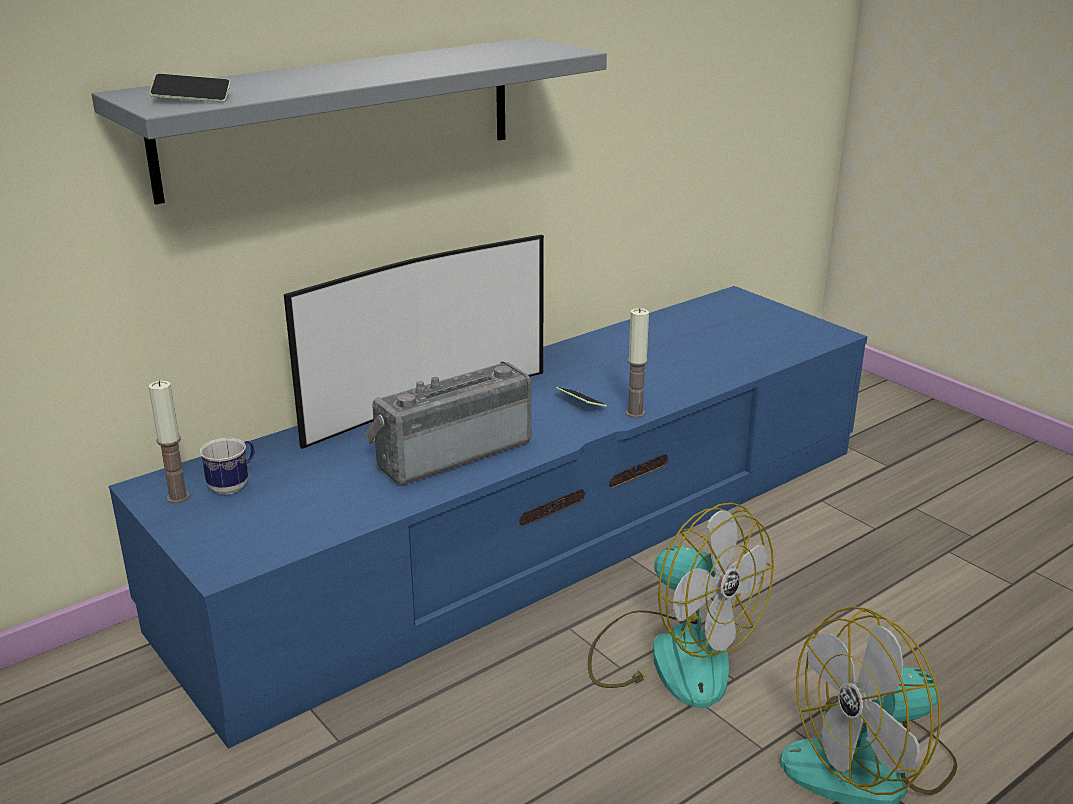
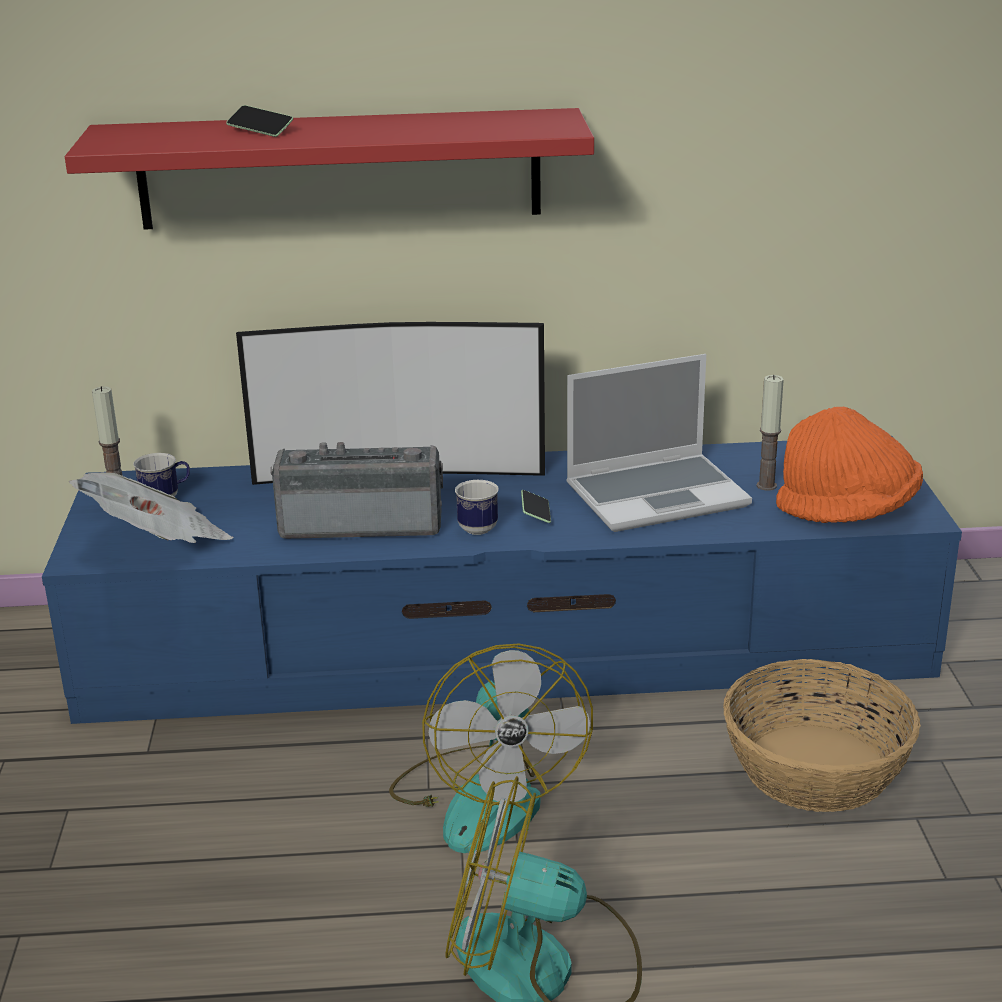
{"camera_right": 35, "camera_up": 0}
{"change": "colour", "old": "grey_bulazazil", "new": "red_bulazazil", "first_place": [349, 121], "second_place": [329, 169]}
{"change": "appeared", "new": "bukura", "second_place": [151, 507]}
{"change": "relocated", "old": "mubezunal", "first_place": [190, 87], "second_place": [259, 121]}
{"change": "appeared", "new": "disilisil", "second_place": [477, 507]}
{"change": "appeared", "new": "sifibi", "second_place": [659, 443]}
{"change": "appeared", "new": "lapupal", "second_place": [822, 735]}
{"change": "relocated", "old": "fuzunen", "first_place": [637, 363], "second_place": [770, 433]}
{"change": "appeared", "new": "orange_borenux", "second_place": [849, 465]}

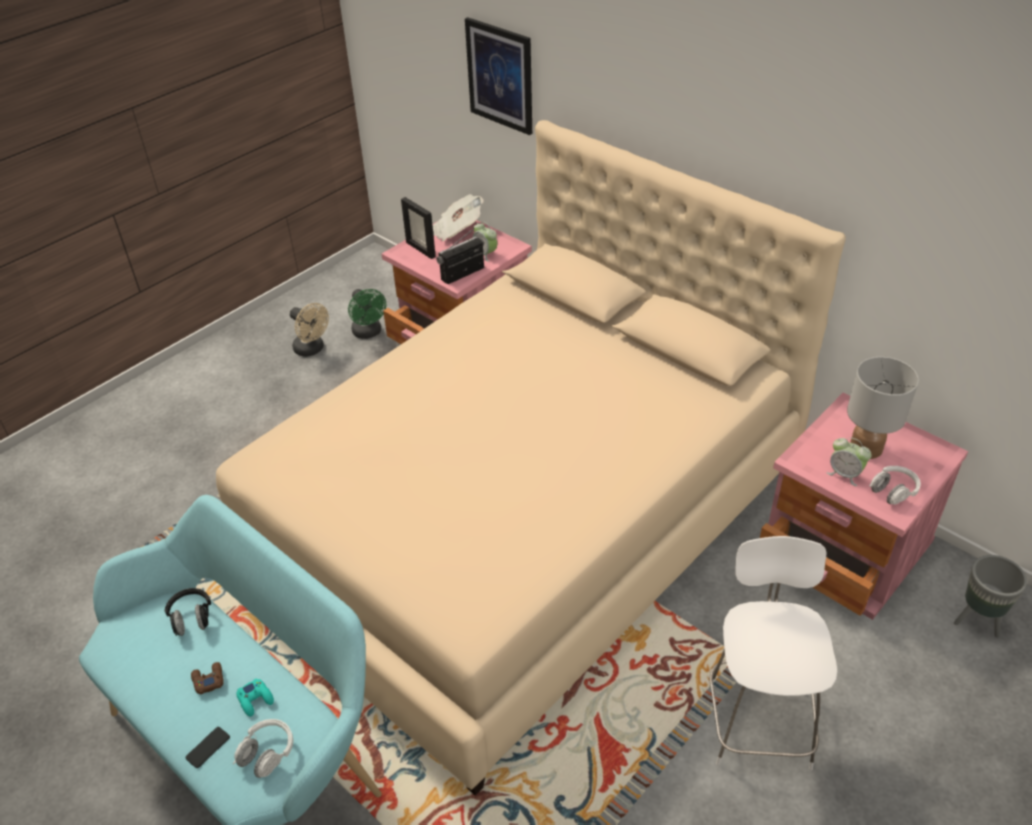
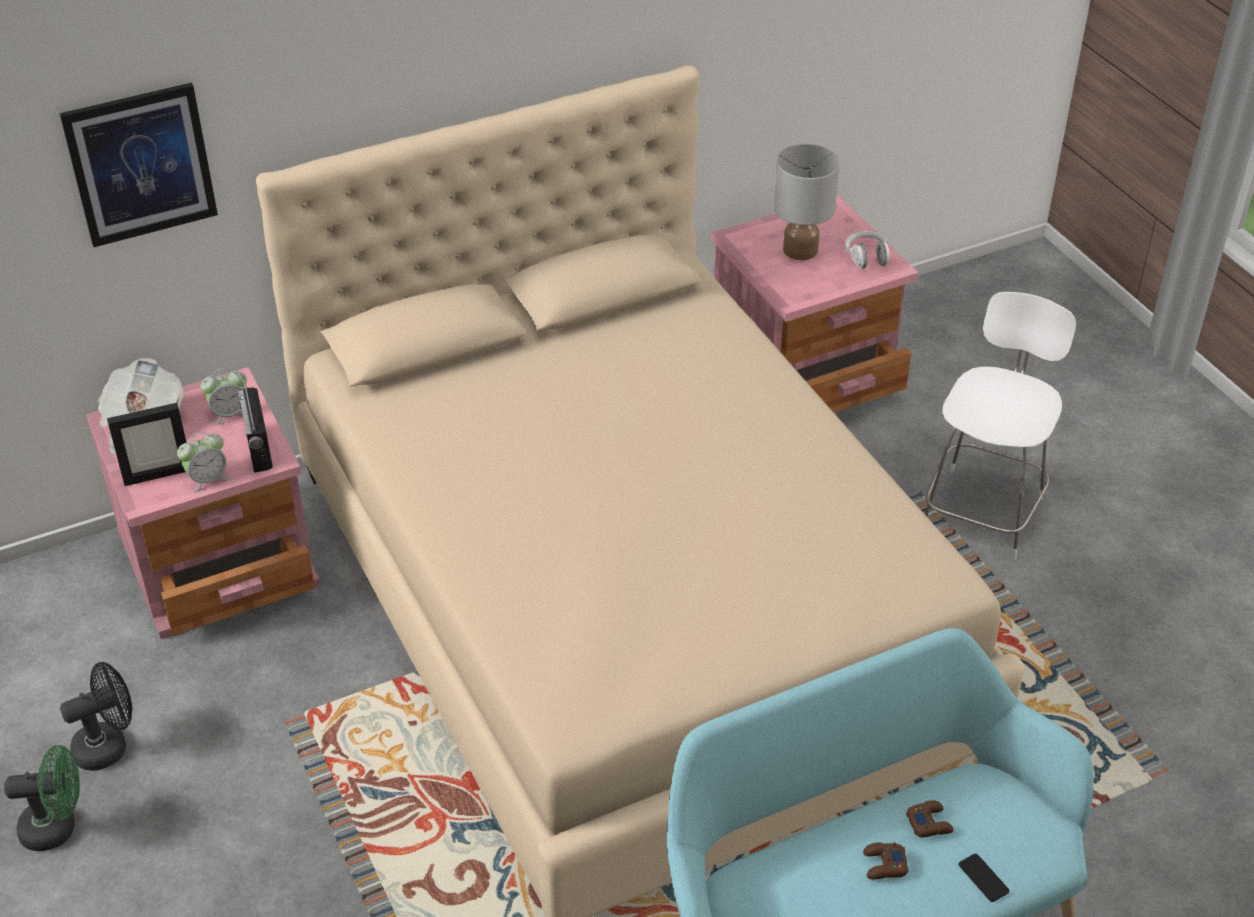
{"camera_right": -70, "camera_up": 0}
{"change": "relocated", "old": "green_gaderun", "first_place": [367, 314], "second_place": [42, 798]}
{"change": "colour", "old": "beige_gaderun", "new": "black_gaderun", "first_place": [309, 330], "second_place": [96, 716]}
{"change": "relocated", "old": "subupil", "first_place": [849, 462], "second_place": [203, 462]}
{"change": "colour", "old": "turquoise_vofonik", "new": "brown_vofonik", "first_place": [255, 697], "second_place": [930, 818]}
{"change": "spun", "old": "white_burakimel", "first_place": [774, 653], "second_place": [1000, 426], "degrees": 90}
{"change": "missing", "old": "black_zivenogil", "first_place": [187, 612]}
{"change": "missing", "old": "white_zivenogil", "first_place": [263, 748]}
{"change": "missing", "old": "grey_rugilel", "first_place": [990, 596]}

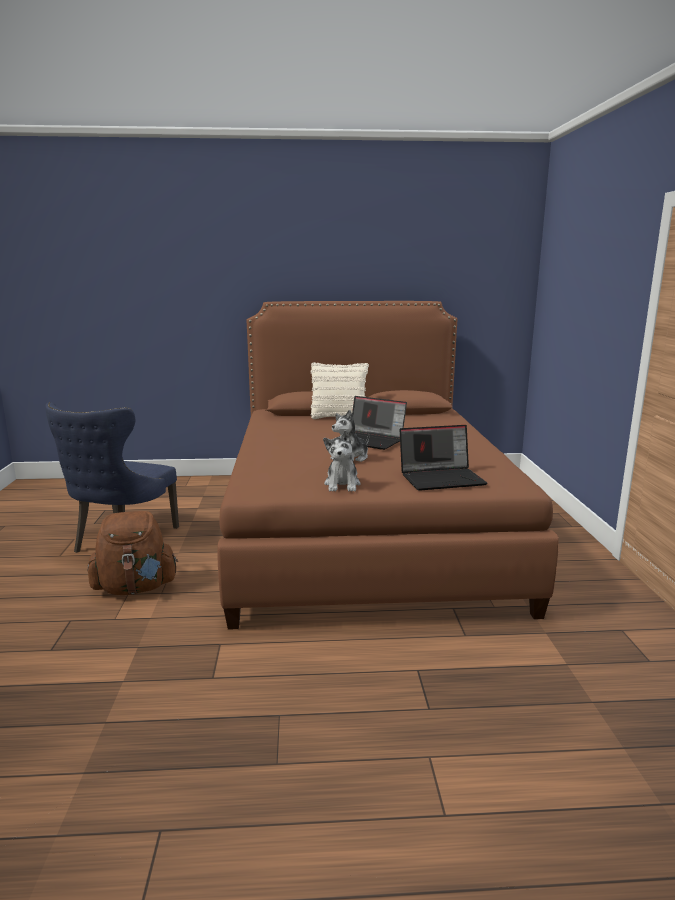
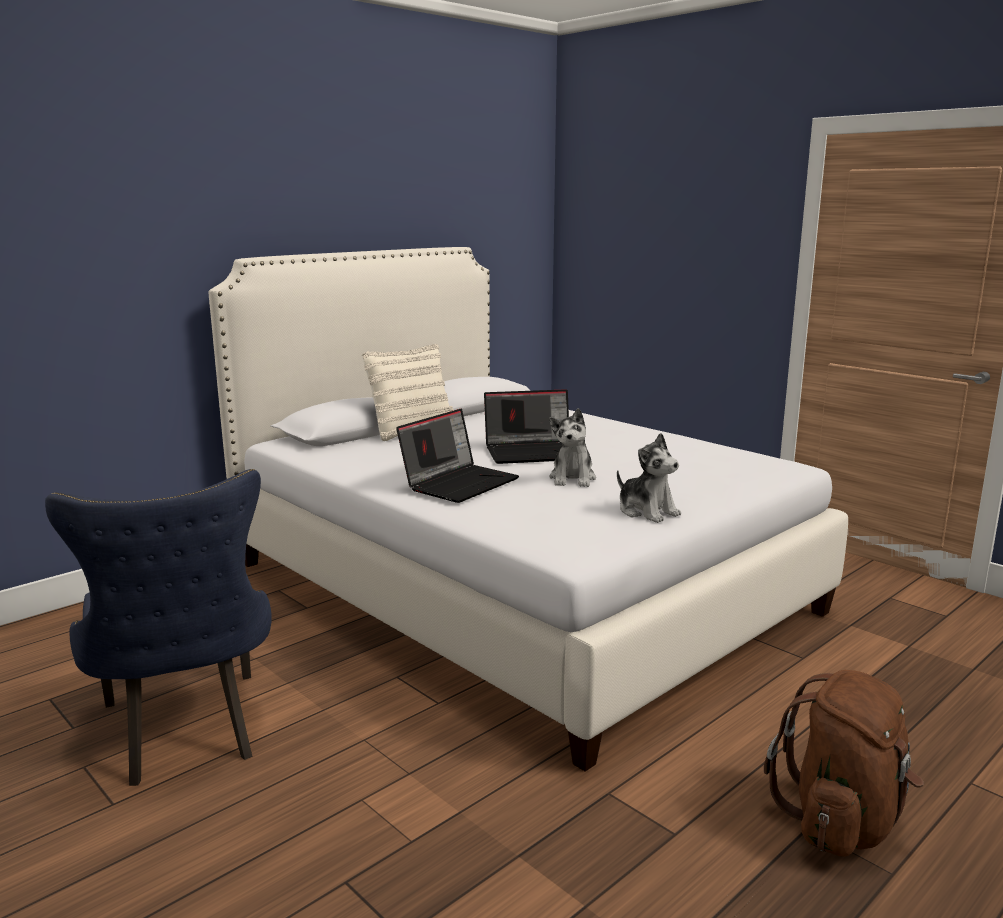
{"camera_right": -40, "camera_up": 0}
{"change": "colour", "old": "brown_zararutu", "new": "white_zararutu", "first_place": [388, 465], "second_place": [528, 509]}
{"change": "relocated", "old": "sifibi", "first_place": [443, 458], "second_place": [457, 456]}
{"change": "relocated", "old": "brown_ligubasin", "first_place": [132, 553], "second_place": [844, 763]}

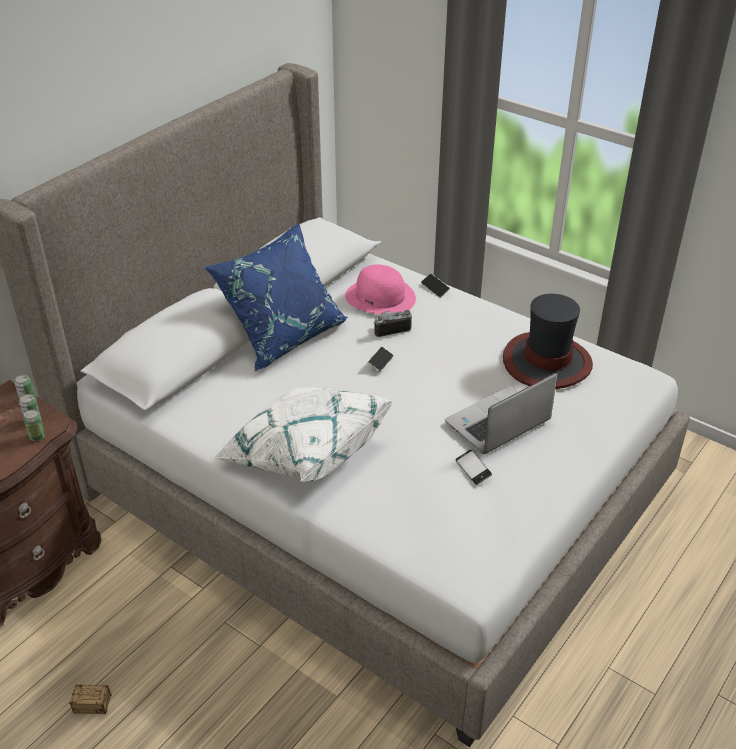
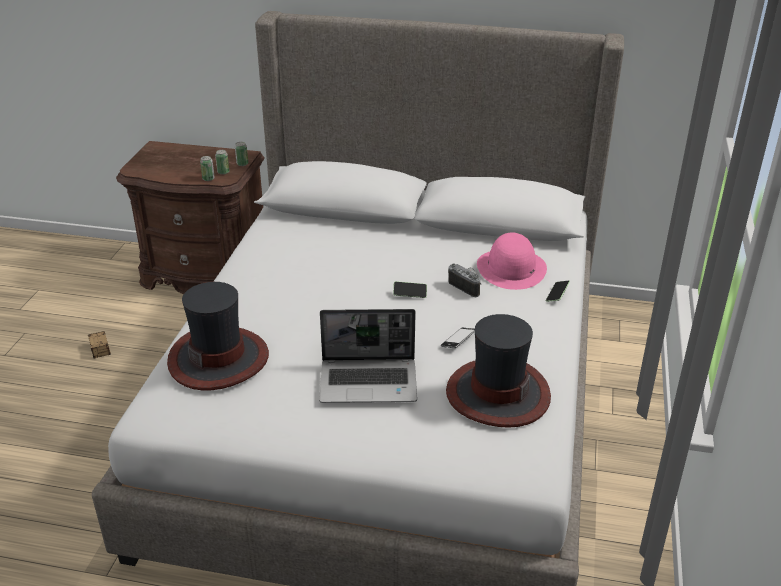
{"camera_right": 65, "camera_up": -5}
{"change": "appeared", "new": "borenux", "second_place": [218, 336]}
{"change": "spun", "old": "sifibi", "first_place": [501, 413], "second_place": [368, 356], "degrees": 150}
{"change": "relocated", "old": "mubezunal", "first_place": [473, 467], "second_place": [458, 338]}
{"change": "missing", "old": "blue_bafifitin", "first_place": [276, 297]}
{"change": "missing", "old": "white_bafifitin", "first_place": [304, 434]}

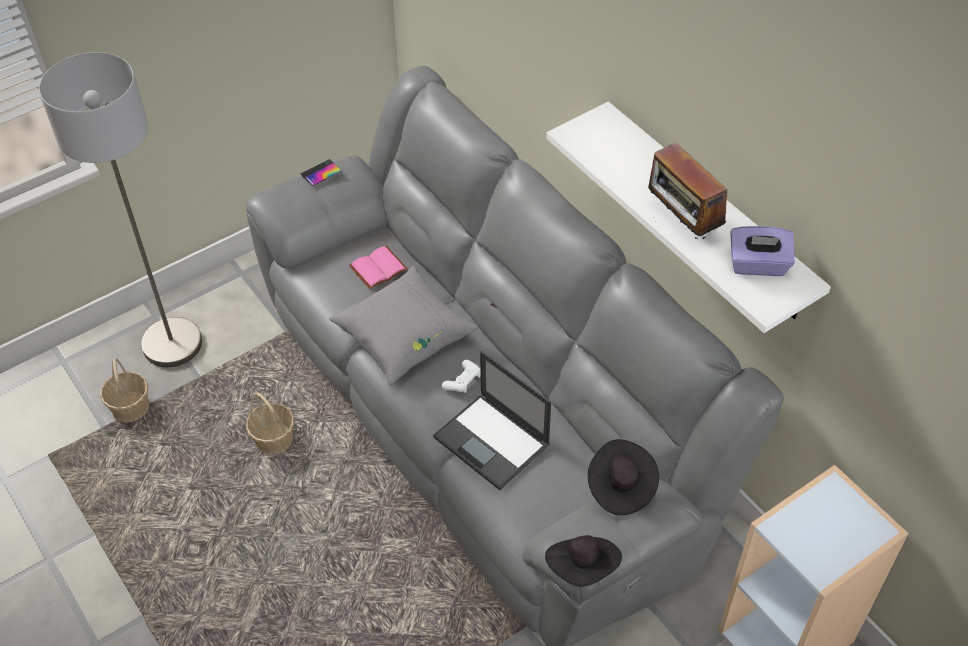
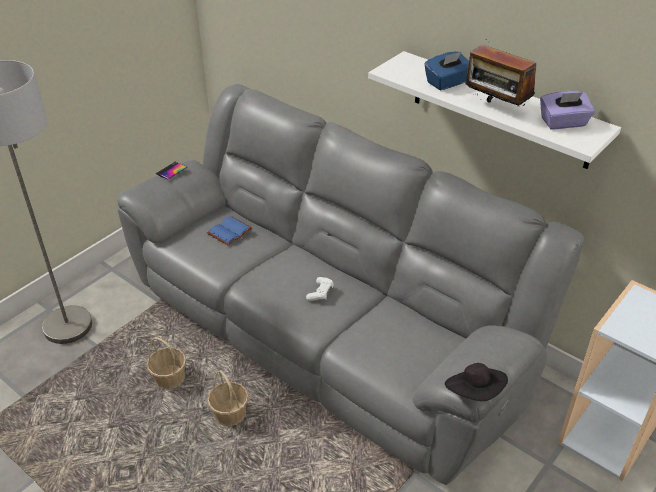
{"camera_right": -15, "camera_up": -10}
{"change": "colour", "old": "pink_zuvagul", "new": "blue_zuvagul", "first_place": [378, 267], "second_place": [229, 230]}
{"change": "relocated", "old": "lapupal", "first_place": [125, 390], "second_place": [228, 398]}
{"change": "appeared", "new": "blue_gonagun", "second_place": [447, 71]}
{"change": "missing", "old": "grey_bafifitin", "first_place": [403, 325]}
{"change": "missing", "old": "sifibi", "first_place": [492, 420]}
{"change": "missing", "old": "black_borenux", "first_place": [623, 477]}

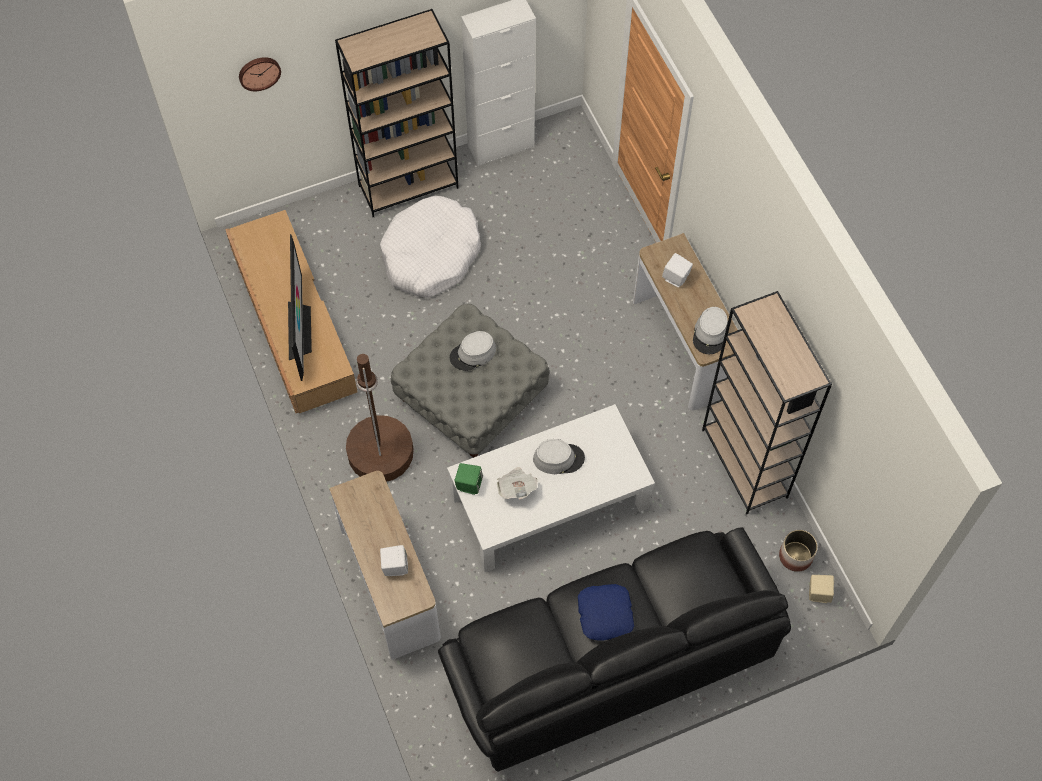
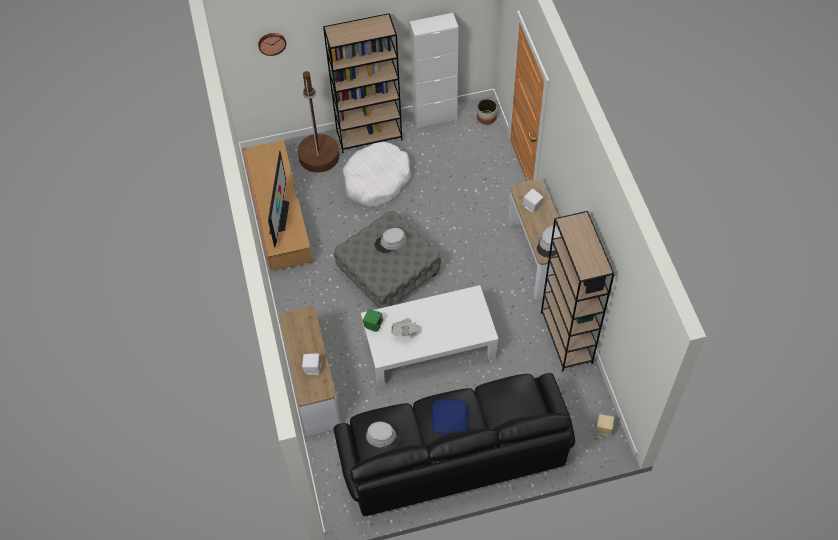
{"camera_right": 10, "camera_up": -5}
{"change": "relocated", "old": "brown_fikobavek", "first_place": [380, 418], "second_place": [318, 122]}
{"change": "relocated", "old": "grey_borenux", "first_place": [559, 456], "second_place": [384, 435]}
{"change": "relocated", "old": "rugilel", "first_place": [798, 551], "second_place": [487, 112]}

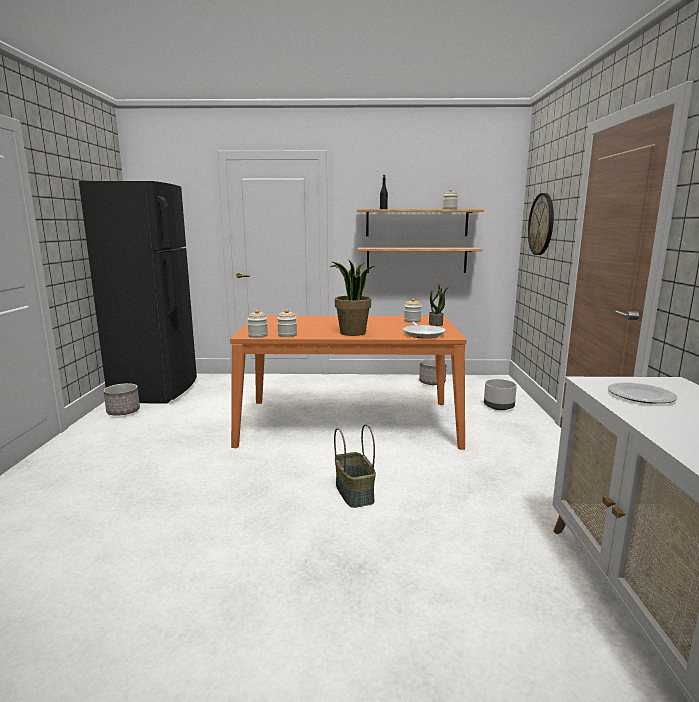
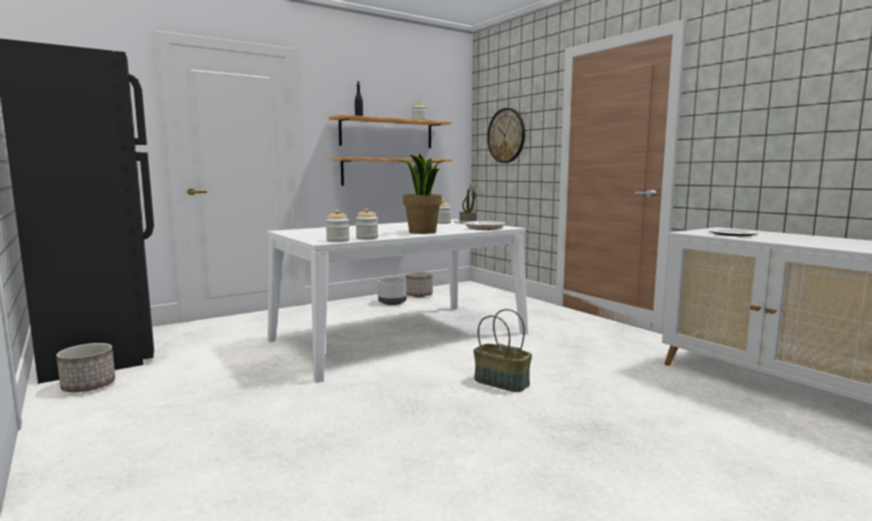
{"camera_right": -35, "camera_up": -5}
{"change": "colour", "old": "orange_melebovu", "new": "white_melebovu", "first_place": [348, 383], "second_place": [398, 301]}
{"change": "relocated", "old": "grey_rugilel", "first_place": [500, 394], "second_place": [392, 291]}

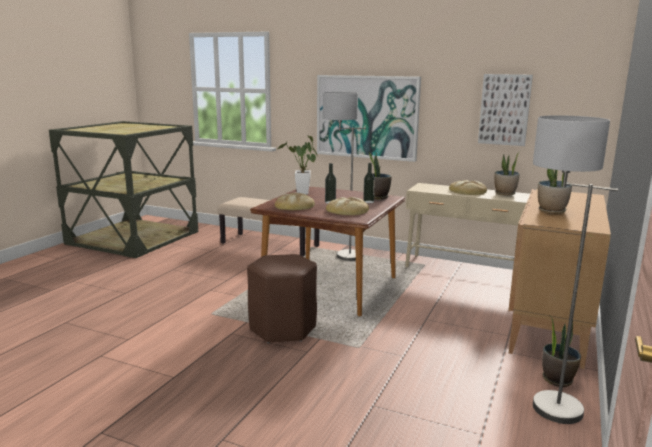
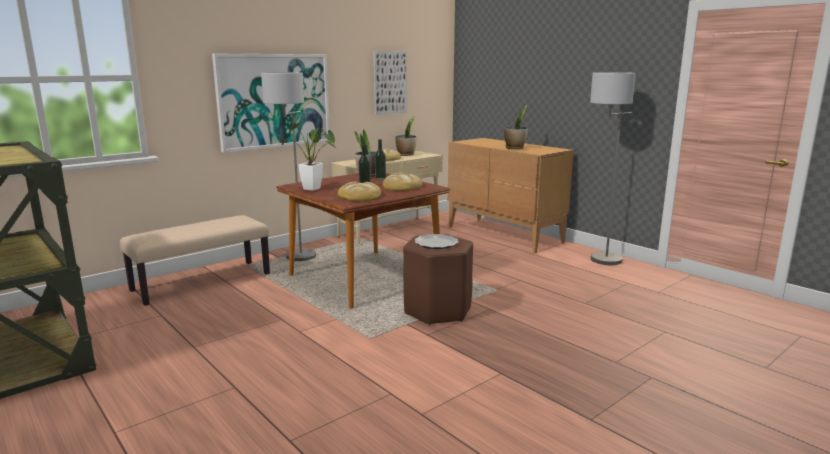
{"camera_right": -65, "camera_up": 0}
{"change": "appeared", "new": "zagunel", "second_place": [436, 241]}
{"change": "missing", "old": "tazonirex", "first_place": [561, 351]}

